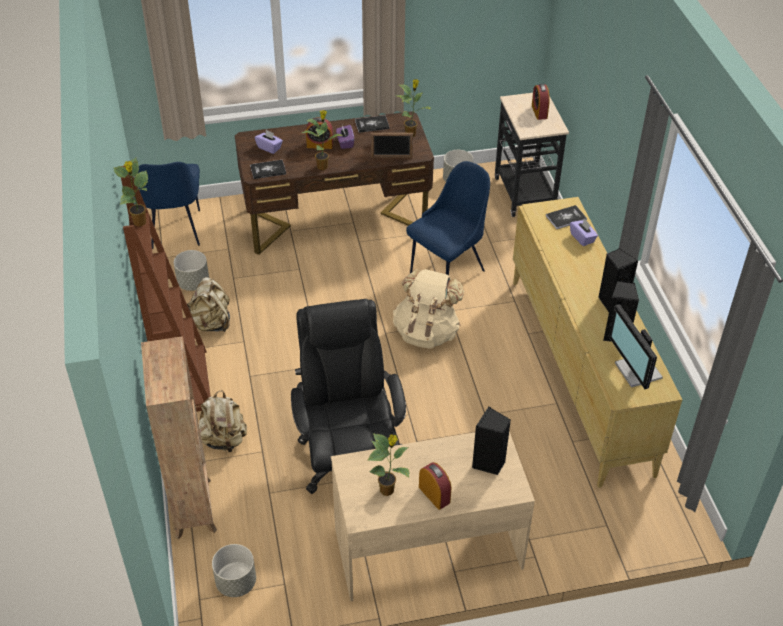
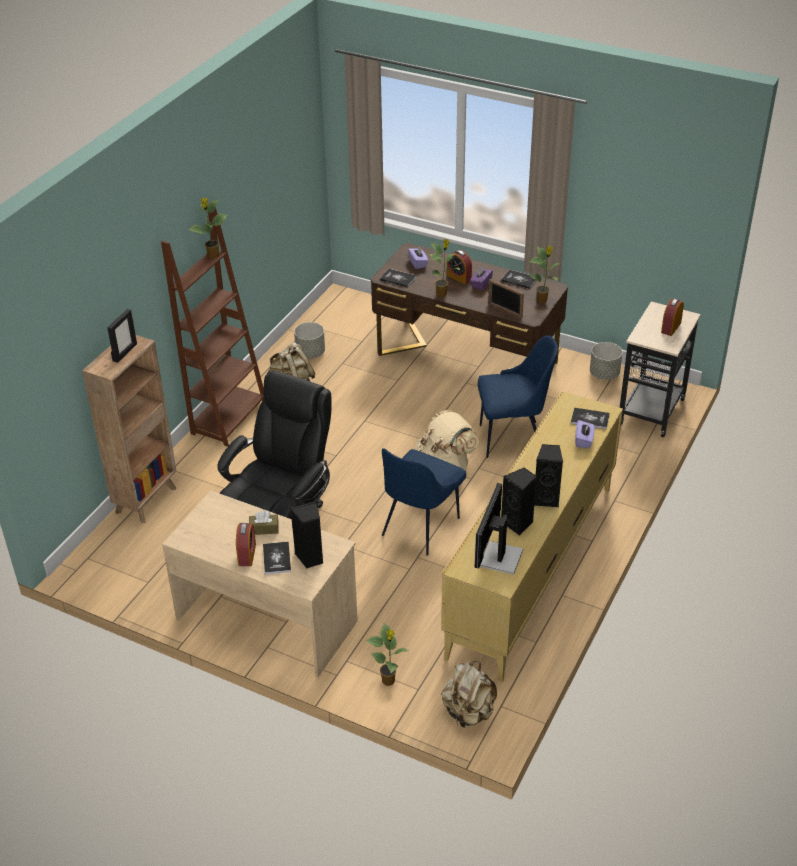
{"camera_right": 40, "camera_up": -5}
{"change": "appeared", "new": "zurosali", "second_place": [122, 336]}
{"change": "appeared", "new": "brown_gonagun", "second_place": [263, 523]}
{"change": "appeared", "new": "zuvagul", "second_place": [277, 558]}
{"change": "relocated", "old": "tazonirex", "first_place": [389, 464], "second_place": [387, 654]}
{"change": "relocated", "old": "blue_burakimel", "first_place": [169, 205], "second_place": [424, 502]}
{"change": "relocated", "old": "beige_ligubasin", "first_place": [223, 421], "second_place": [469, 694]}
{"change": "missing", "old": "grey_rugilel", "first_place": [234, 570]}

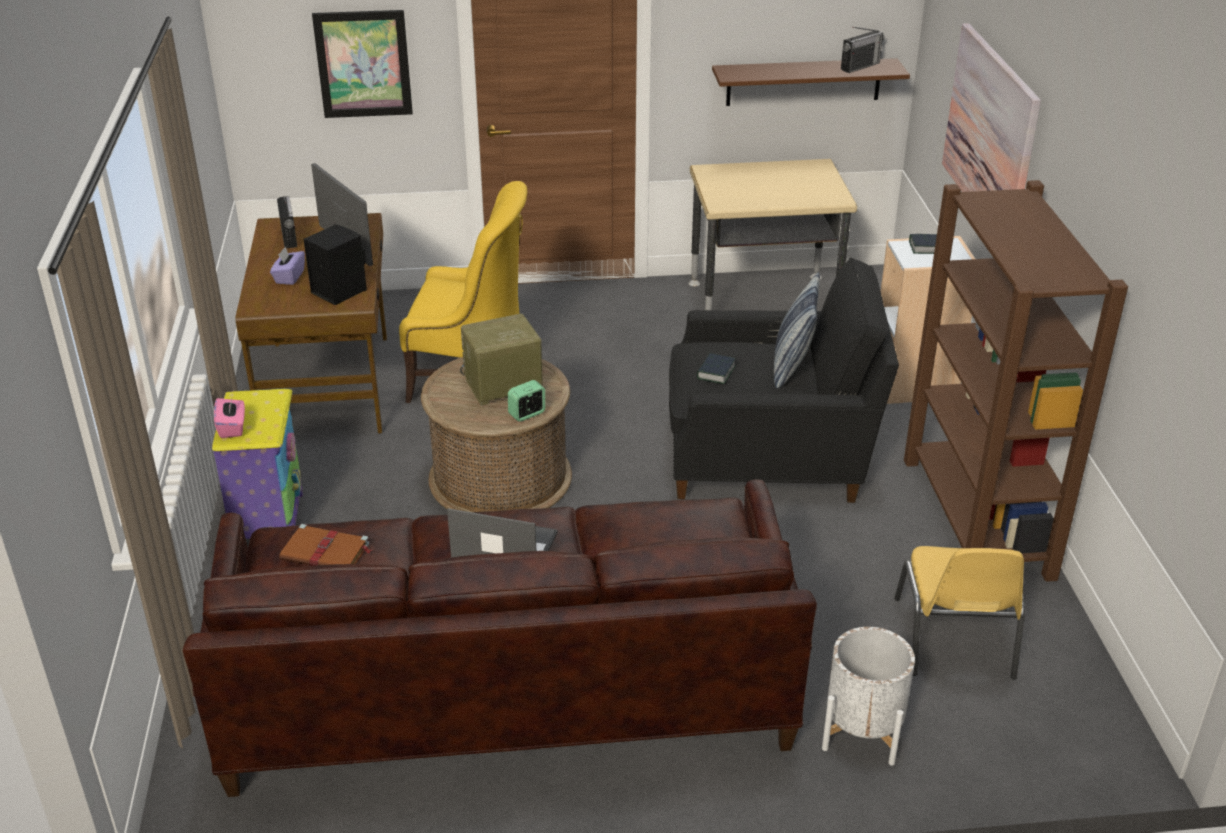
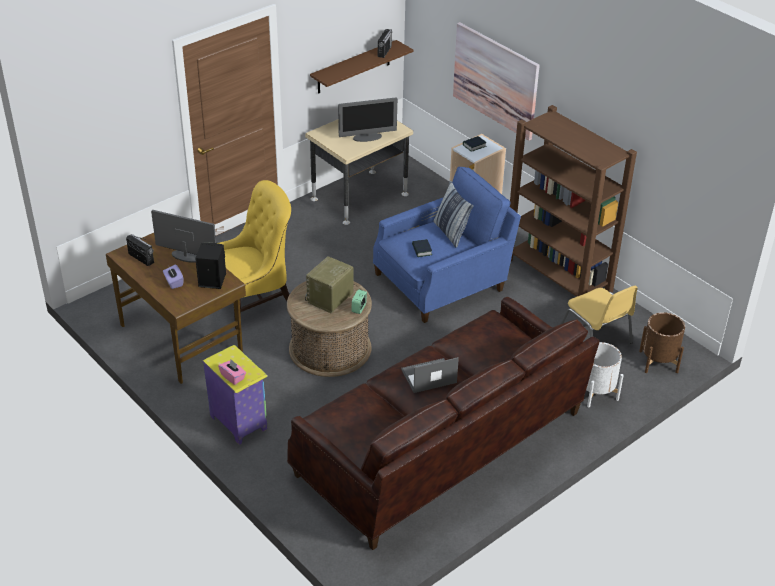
{"camera_right": -35, "camera_up": 5}
{"change": "appeared", "new": "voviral", "second_place": [367, 119]}
{"change": "colour", "old": "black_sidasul", "new": "blue_sidasul", "first_place": [784, 380], "second_place": [447, 245]}
{"change": "appeared", "new": "brown_rugilel", "second_place": [662, 342]}
{"change": "missing", "old": "brown_zuvagul", "first_place": [325, 545]}
{"change": "missing", "old": "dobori", "first_place": [362, 64]}

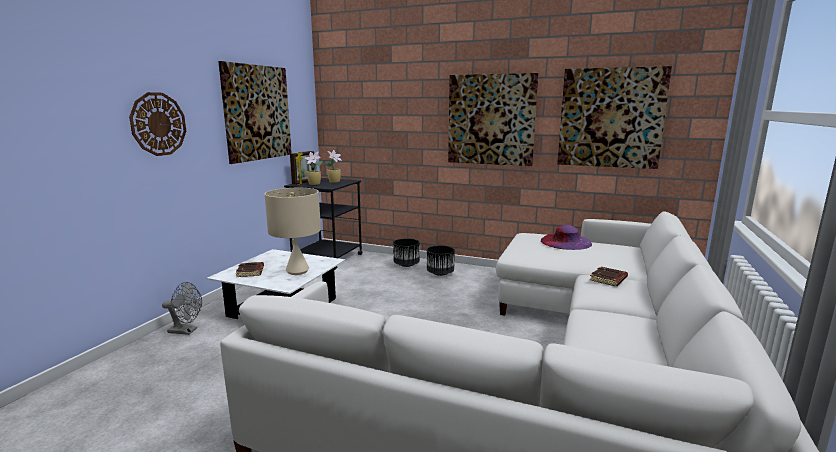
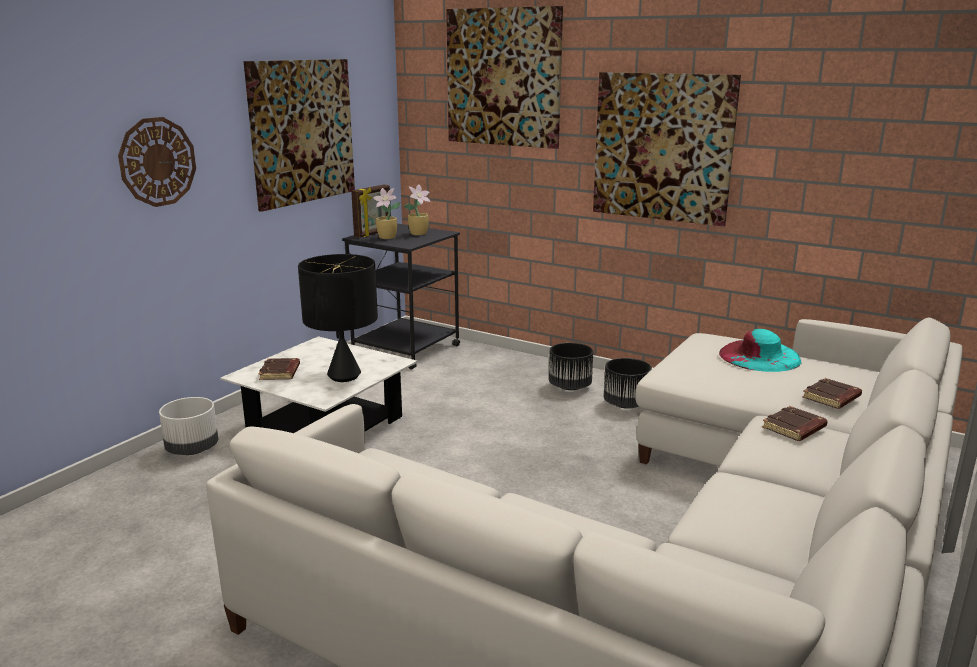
{"camera_right": 10, "camera_up": 5}
{"change": "exchanged", "old": "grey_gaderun", "new": "white_rugilel", "first_place": [182, 308], "second_place": [188, 426]}
{"change": "colour", "old": "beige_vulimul", "new": "black_vulimul", "first_place": [293, 231], "second_place": [338, 318]}
{"change": "relocated", "old": "dobori", "first_place": [614, 117], "second_place": [504, 77]}
{"change": "relocated", "old": "black_rugilel", "first_place": [406, 252], "second_place": [628, 383]}
{"change": "colour", "old": "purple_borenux", "new": "turquoise_borenux", "first_place": [566, 237], "second_place": [760, 350]}
{"change": "appeared", "new": "brown_zuvagul", "second_place": [832, 393]}

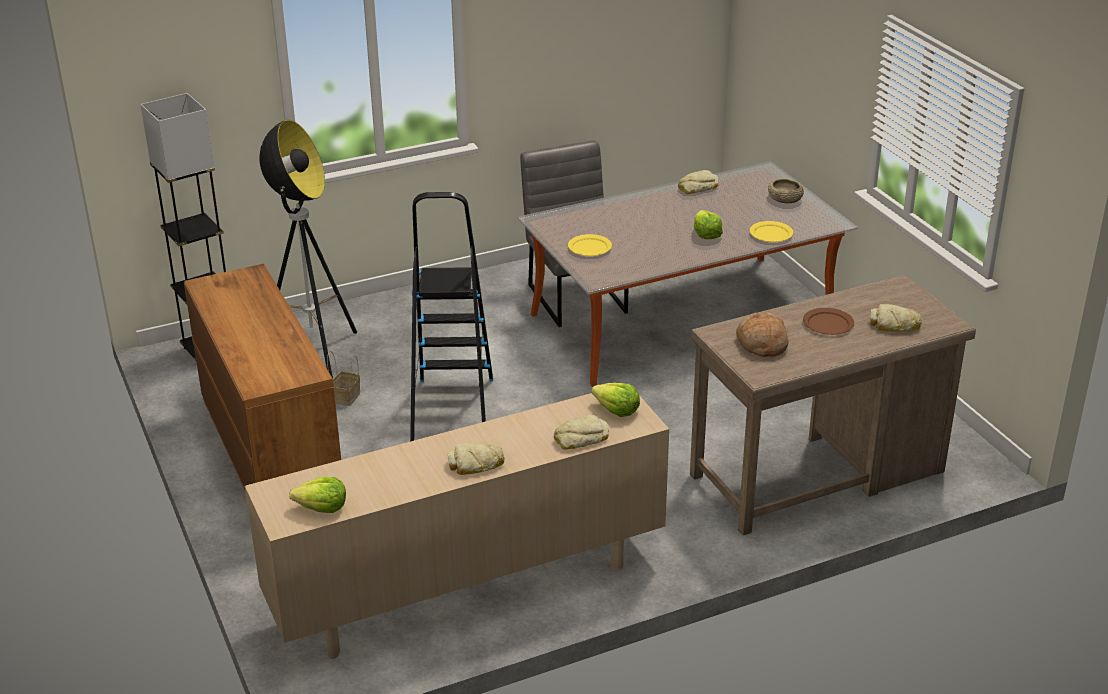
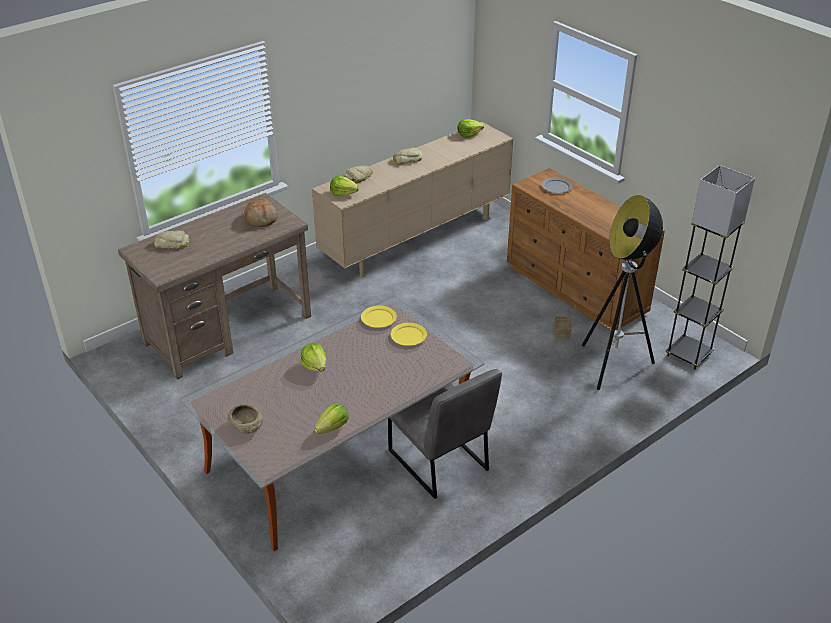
{"camera_right": 165, "camera_up": 5}
{"change": "exchanged", "old": "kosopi", "new": "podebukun", "first_place": [698, 182], "second_place": [331, 418]}
{"change": "relocated", "old": "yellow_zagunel", "first_place": [771, 231], "second_place": [379, 317]}
{"change": "appeared", "new": "grey_zagunel", "second_place": [557, 185]}
{"change": "missing", "old": "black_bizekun", "first_place": [451, 316]}
{"change": "missing", "old": "brown_zagunel", "first_place": [828, 321]}

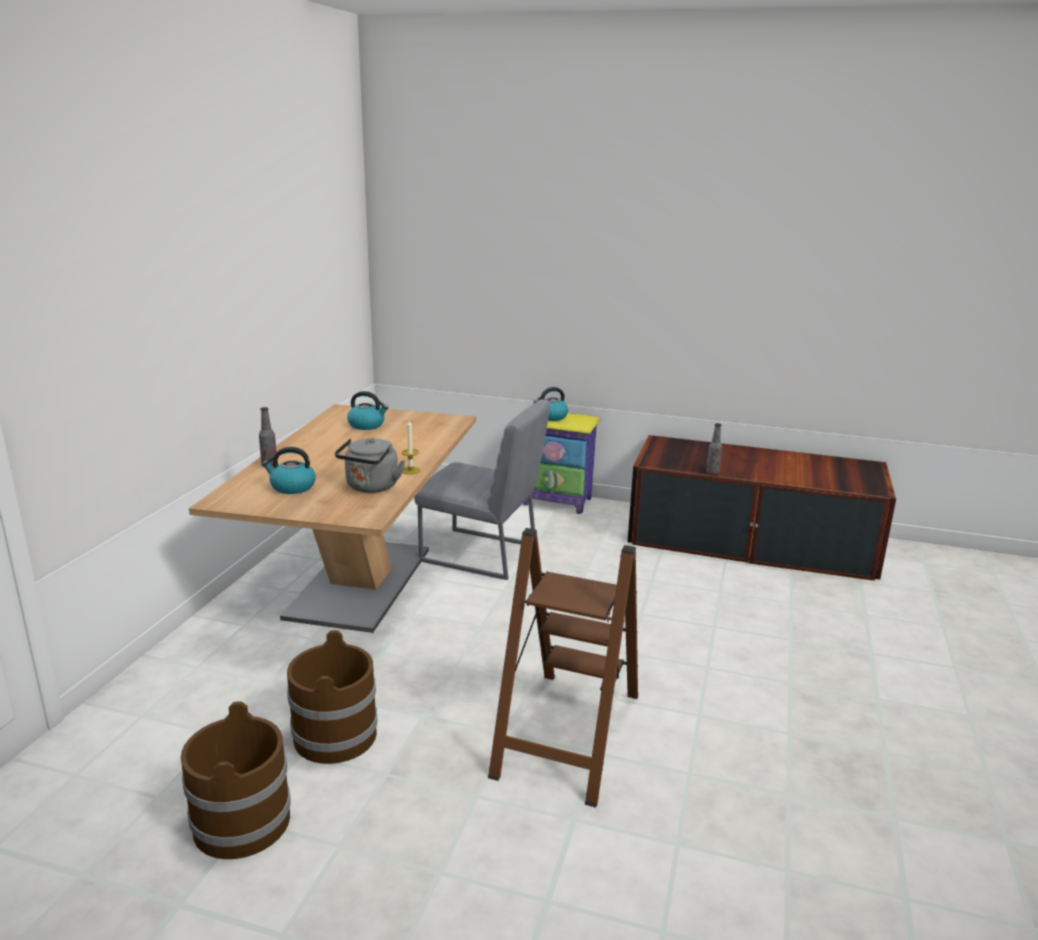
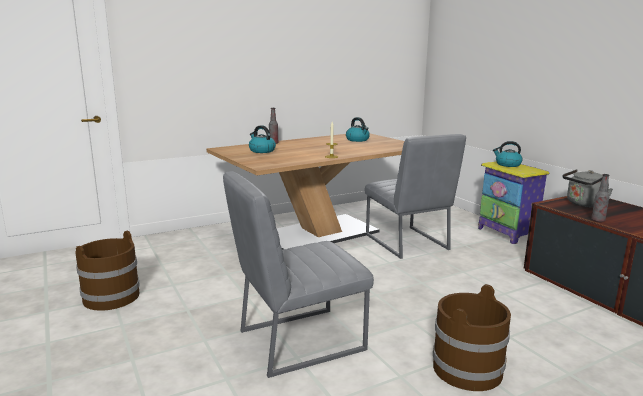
{"camera_right": 45, "camera_up": -5}
{"change": "exchanged", "old": "brown_bizekun", "new": "grey_burakimel", "first_place": [563, 668], "second_place": [298, 274]}
{"change": "relocated", "old": "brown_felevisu", "first_place": [332, 697], "second_place": [472, 337]}
{"change": "relocated", "old": "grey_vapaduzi", "first_place": [370, 465], "second_place": [588, 188]}

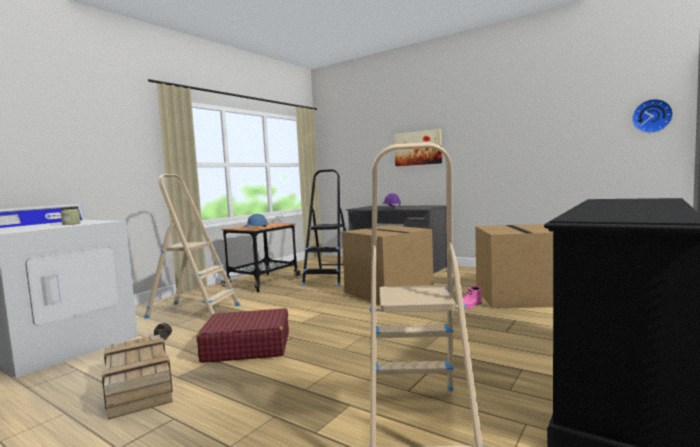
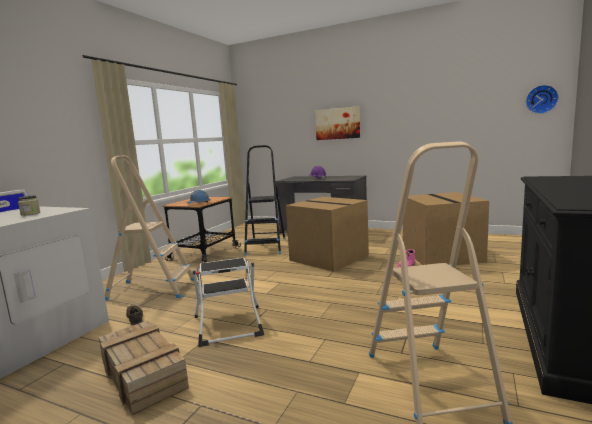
{"camera_right": -10, "camera_up": 5}
{"change": "exchanged", "old": "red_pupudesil", "new": "bizekun", "first_place": [243, 335], "second_place": [228, 302]}

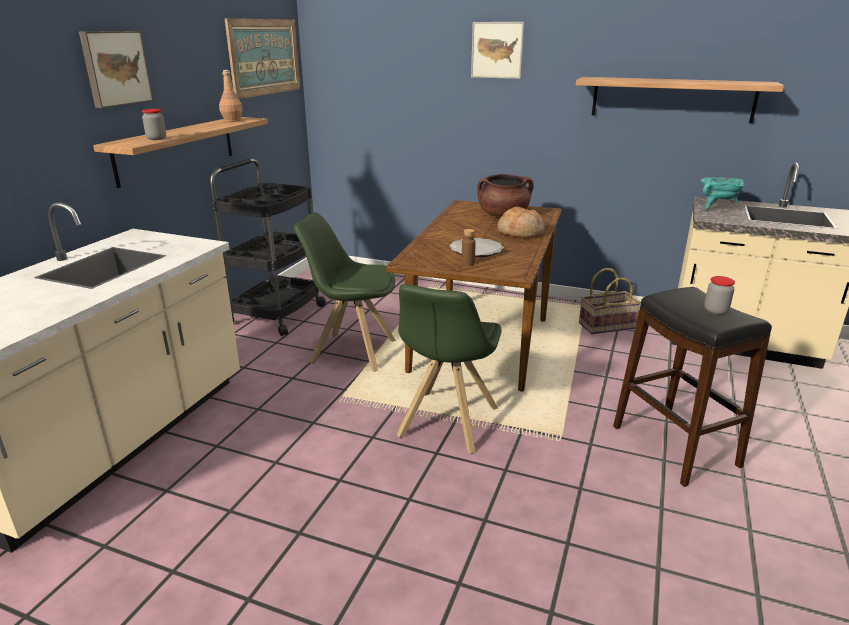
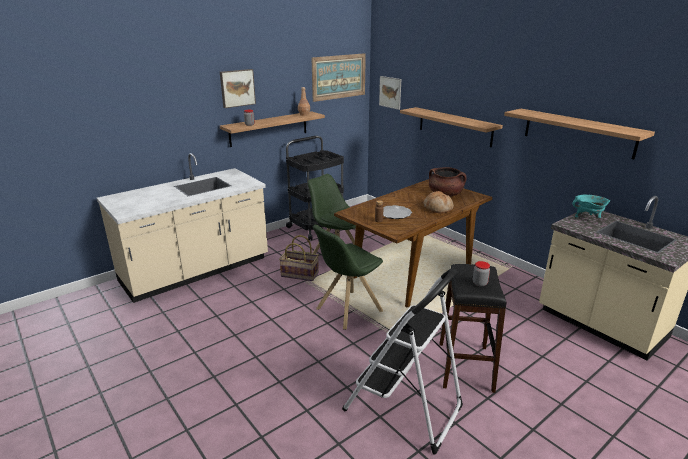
{"camera_right": 30, "camera_up": 0}
{"change": "relocated", "old": "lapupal", "first_place": [610, 301], "second_place": [299, 258]}
{"change": "appeared", "new": "bizekun", "second_place": [402, 361]}
{"change": "relocated", "old": "dobori", "first_place": [497, 50], "second_place": [390, 93]}
{"change": "appeared", "new": "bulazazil", "second_place": [451, 127]}

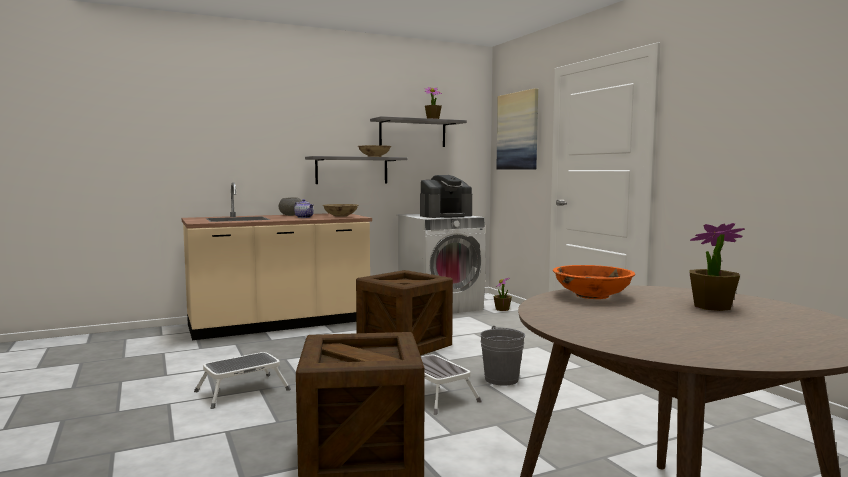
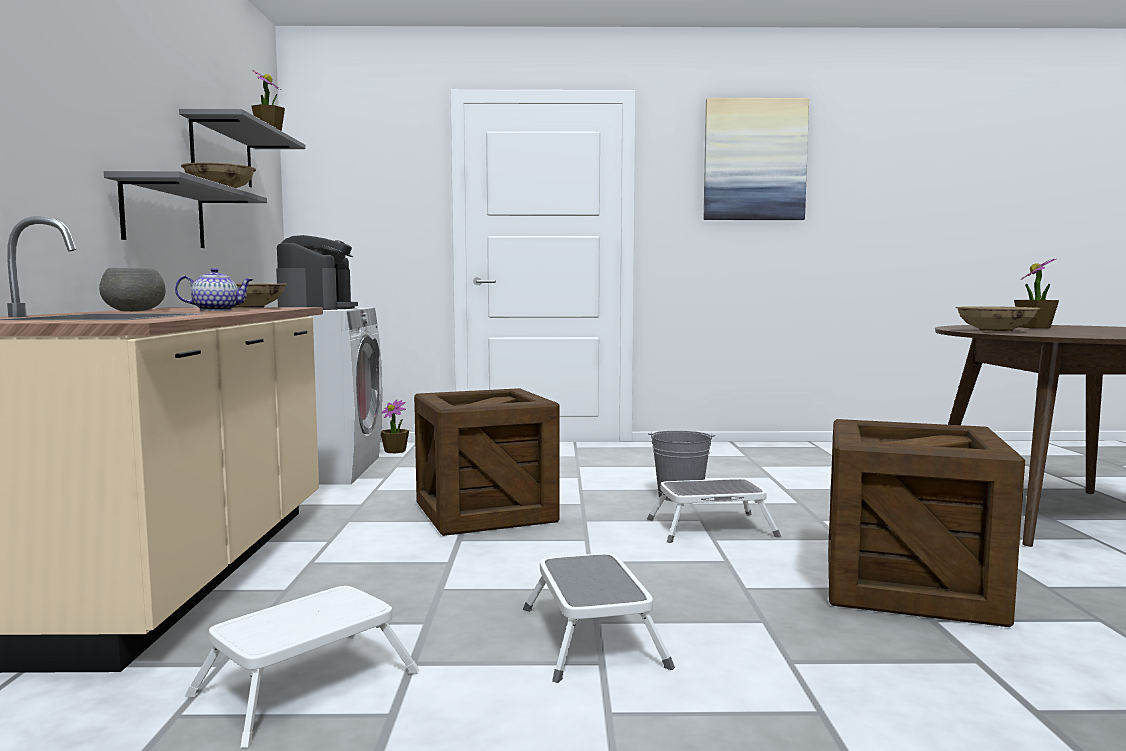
{"camera_right": -65, "camera_up": 0}
{"change": "appeared", "new": "white_bizekun", "second_place": [302, 667]}
{"change": "relocated", "old": "dobori", "first_place": [517, 129], "second_place": [756, 159]}
{"change": "colour", "old": "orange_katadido", "new": "beige_katadido", "first_place": [594, 282], "second_place": [998, 319]}

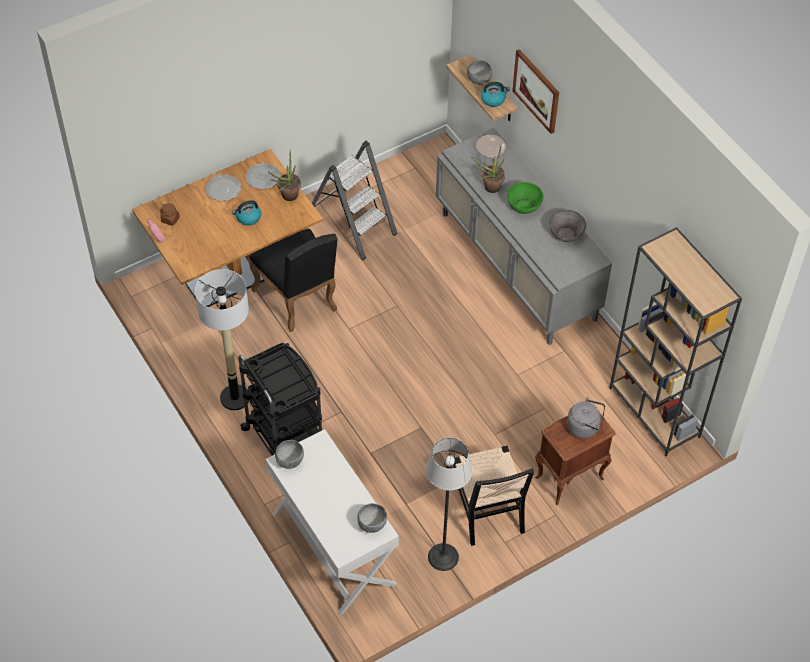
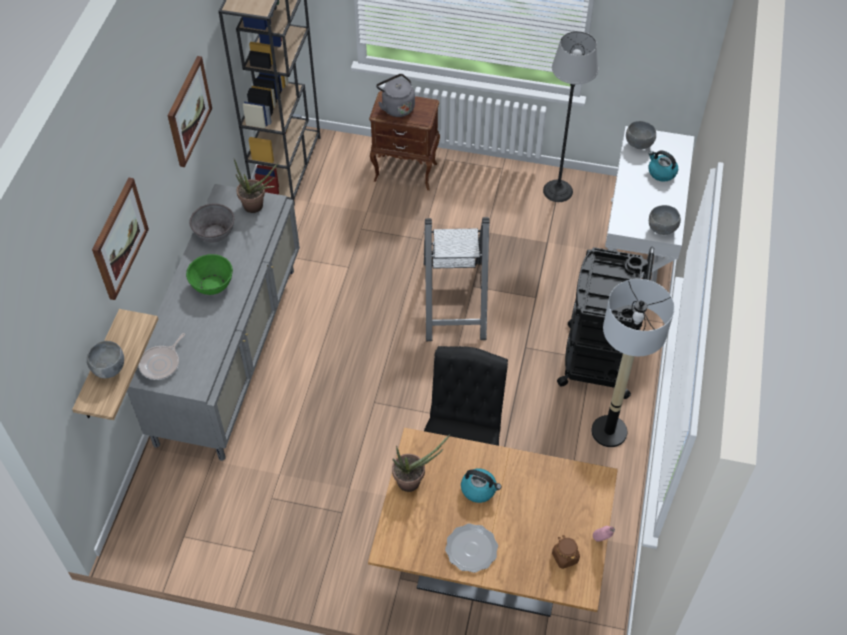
{"camera_right": -135, "camera_up": 0}
{"change": "appeared", "new": "dobori", "second_place": [189, 111]}
{"change": "relocated", "old": "tazonirex", "first_place": [488, 169], "second_place": [256, 186]}
{"change": "relocated", "old": "grey_bizekun", "first_place": [355, 201], "second_place": [456, 279]}
{"change": "relocated", "old": "vapaduzi", "first_place": [495, 94], "second_place": [663, 166]}
{"change": "missing", "old": "zagunel", "first_place": [263, 176]}
{"change": "missing", "old": "burakimel", "first_place": [493, 496]}

